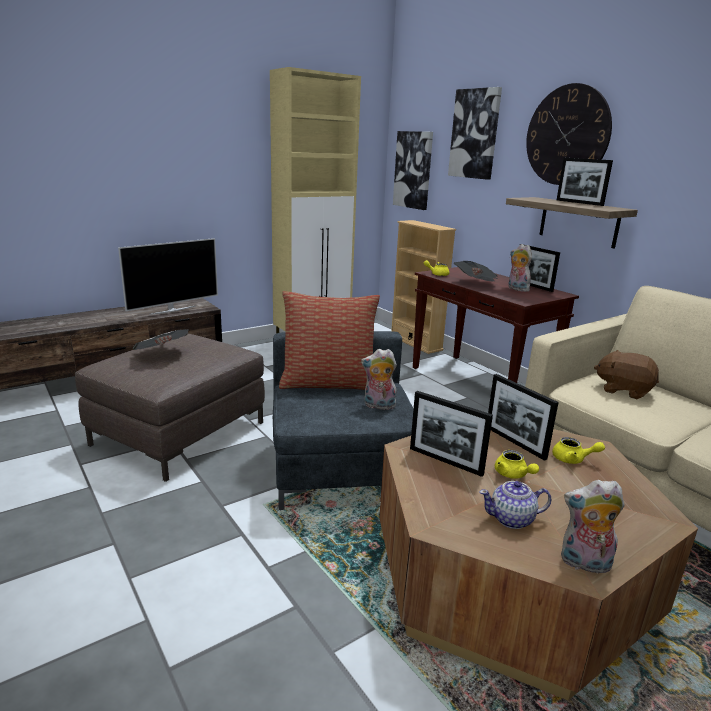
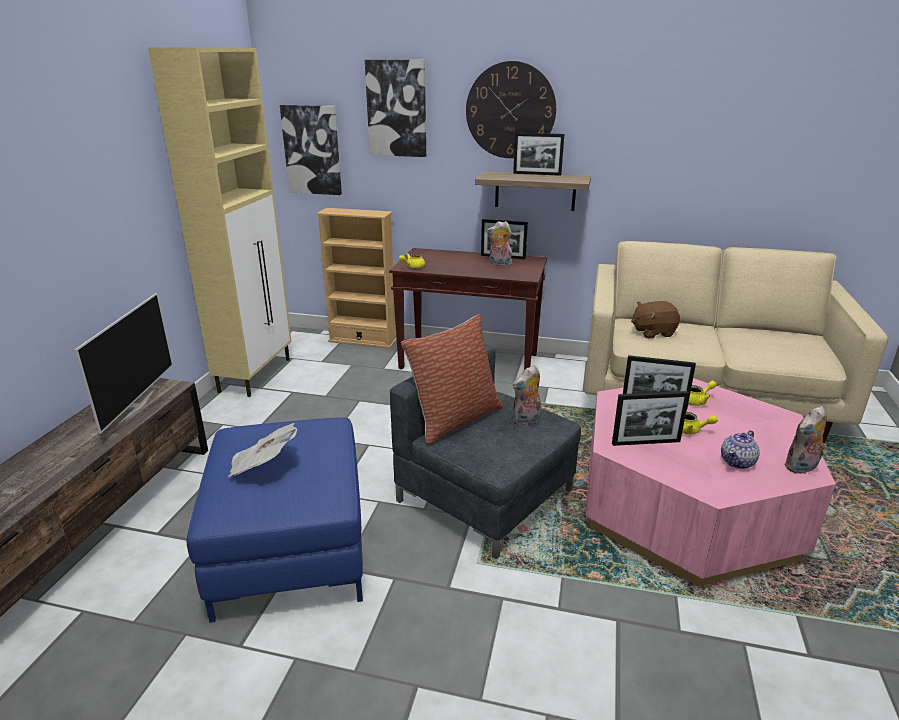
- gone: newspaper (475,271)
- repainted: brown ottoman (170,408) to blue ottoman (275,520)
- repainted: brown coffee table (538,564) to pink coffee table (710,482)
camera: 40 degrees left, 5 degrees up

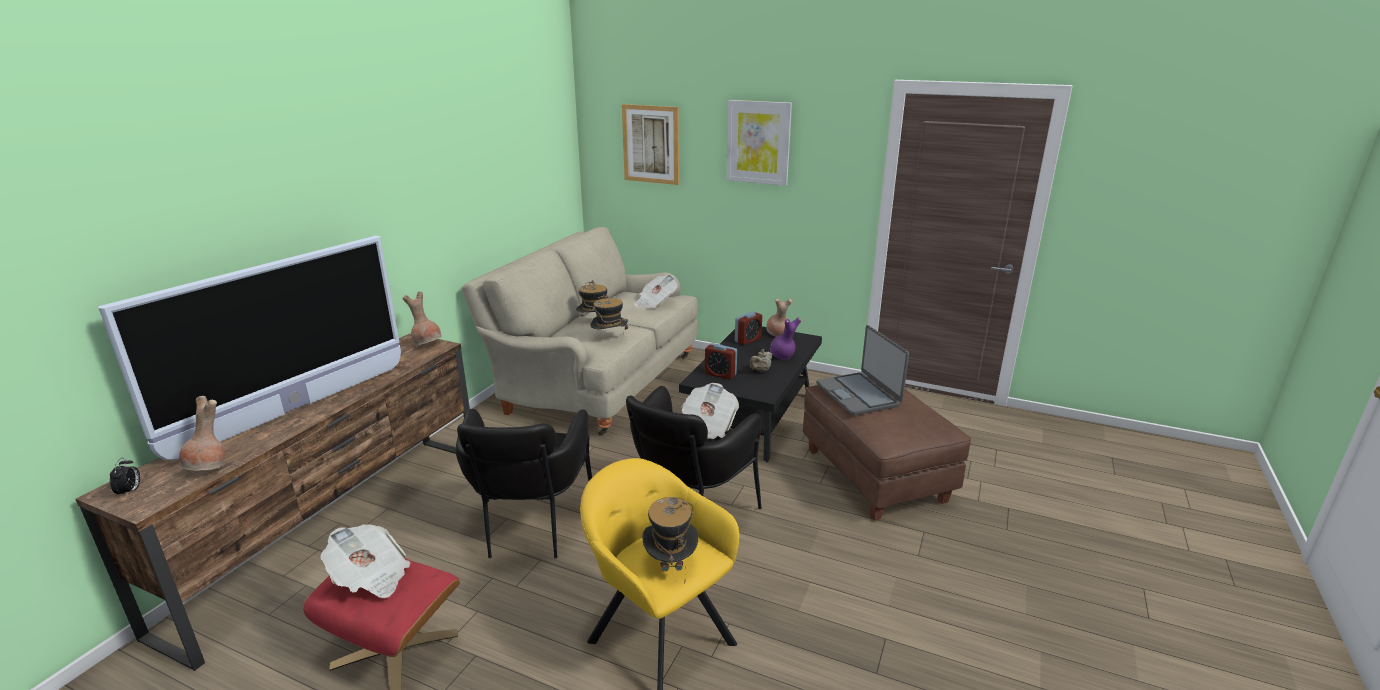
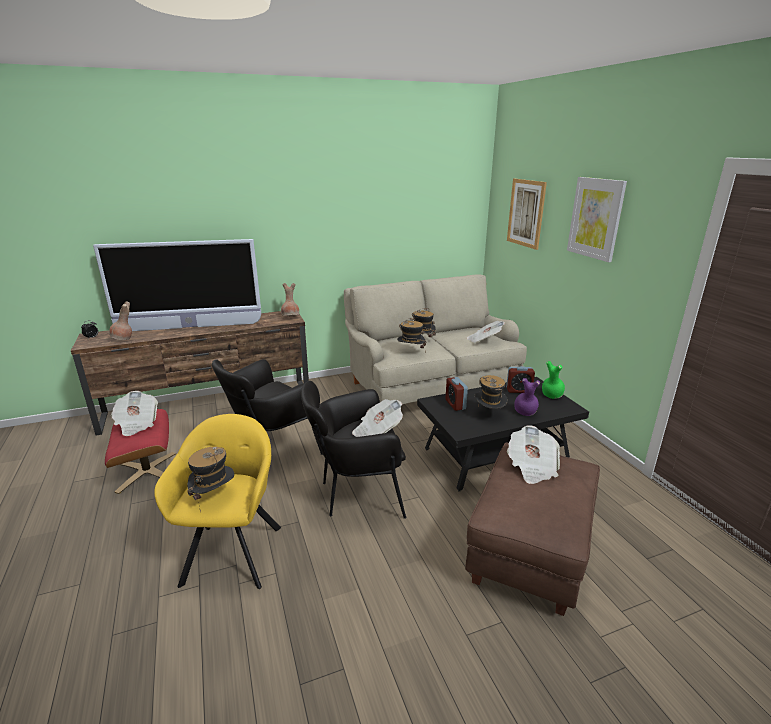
- swapped: beige teapot (761,360) to hat (491,392)
- swapped: laptop (862,370) to newspaper (533,454)
- repainted: brown vase (779,317) to green vase (553,380)
camera: 45 degrees right, 0 degrees up

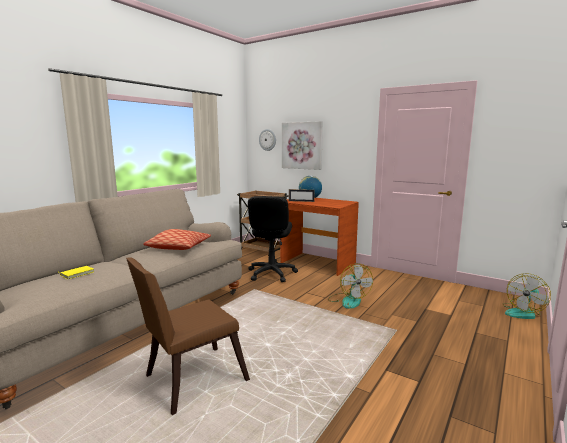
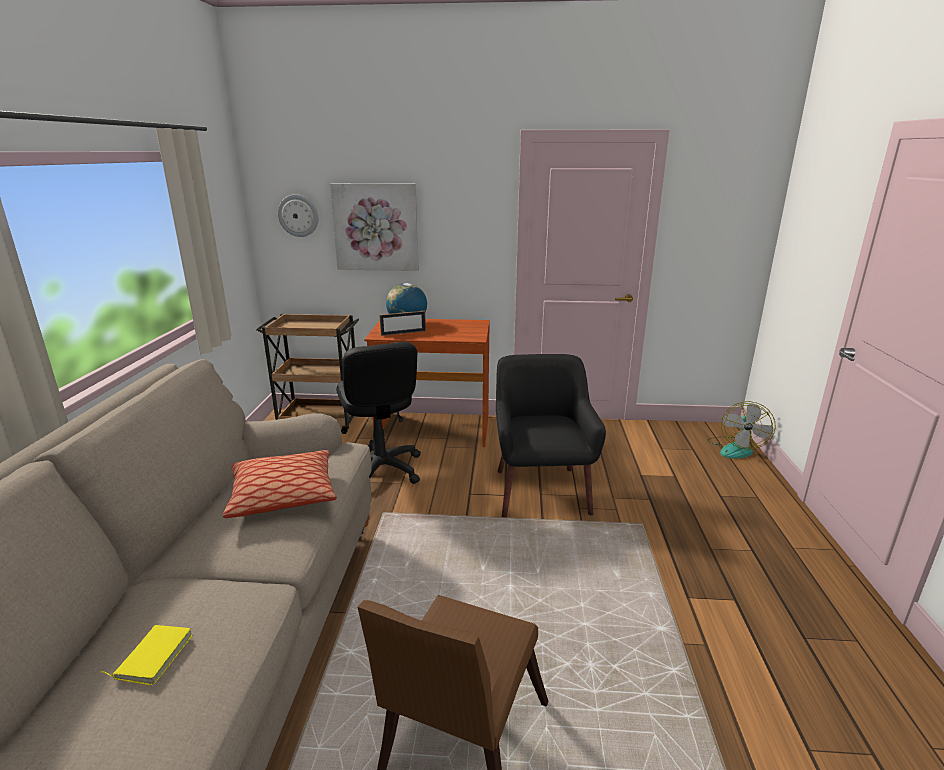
- swapped: fan (350,286) to black armchair (551,435)
camera: 30 degrees left, 10 degrees up

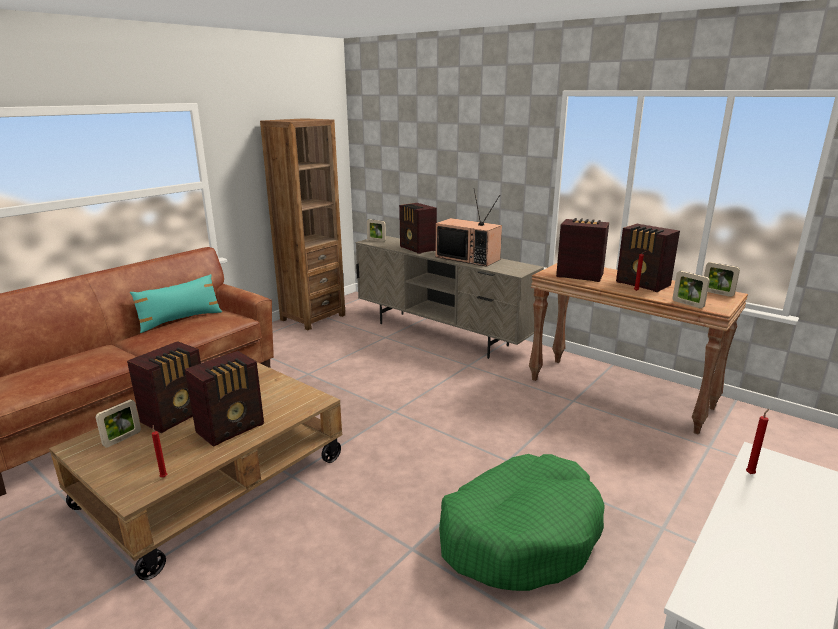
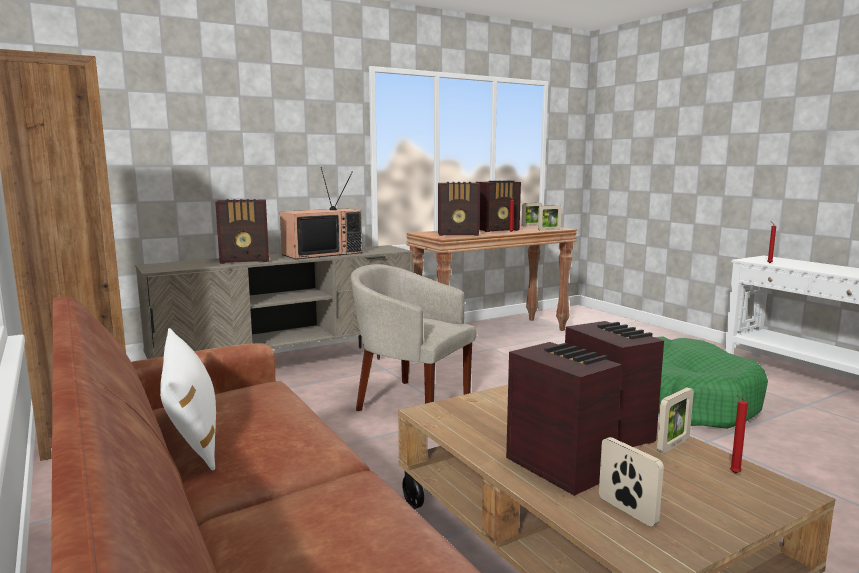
- new: beige armchair (414,337)
- shifted: picture frame (376,230) to (675,420)
- repainted: turquoise pillow (176,303) to white pillow (188,399)
- rotated: radio (582,250) = (459,209) 135 degrees counterclockwise
camera: 70 degrees left, 10 degrees down

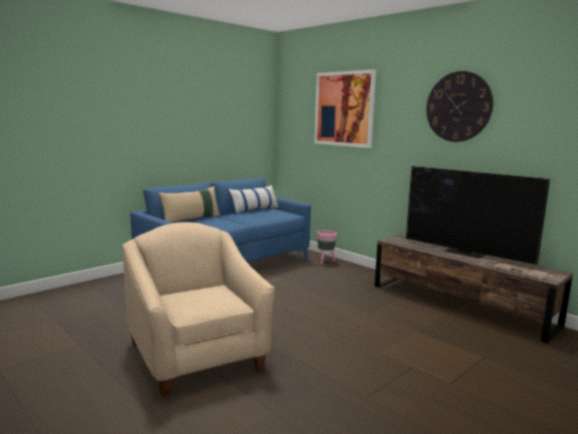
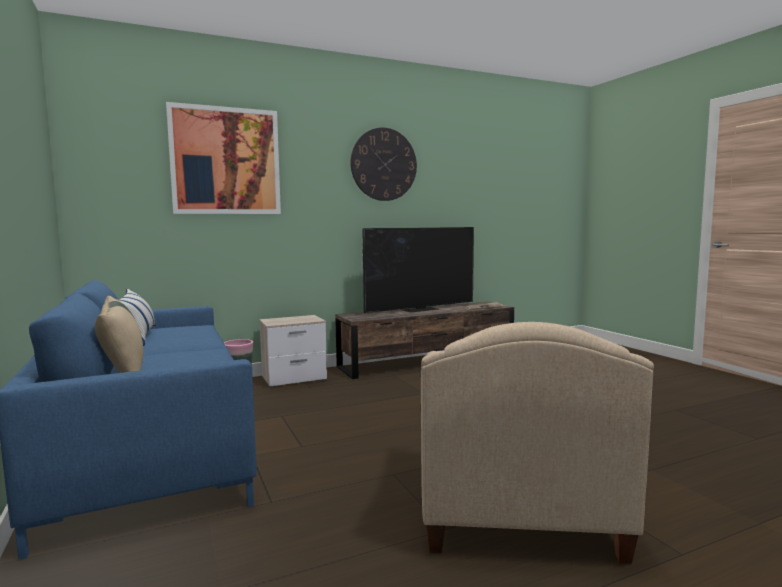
- new: nightstand (293,351)
- rotated: beige armchair (198,309) = (537,442) 75 degrees counterclockwise
camera: 70 degrees left, 5 degrees down

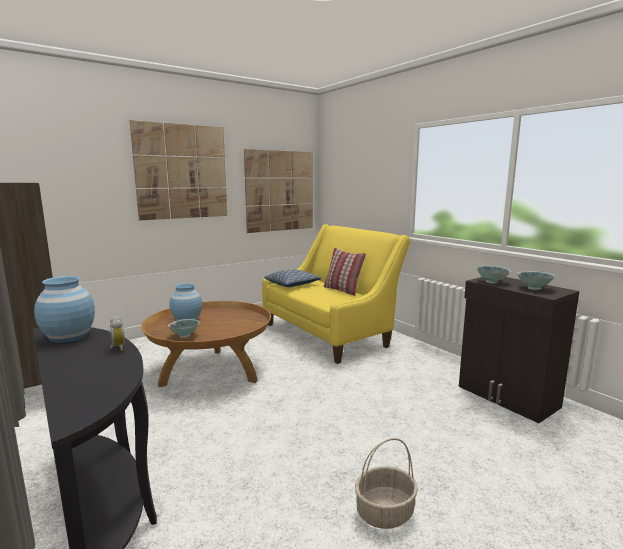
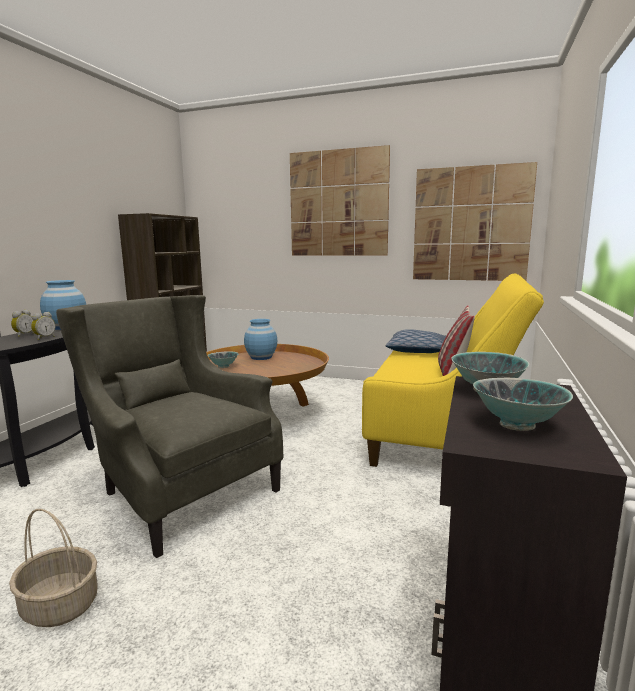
- new: alarm clock (22,323)
- new: grey armchair (169,426)
camera: 55 degrees right, 0 degrees up

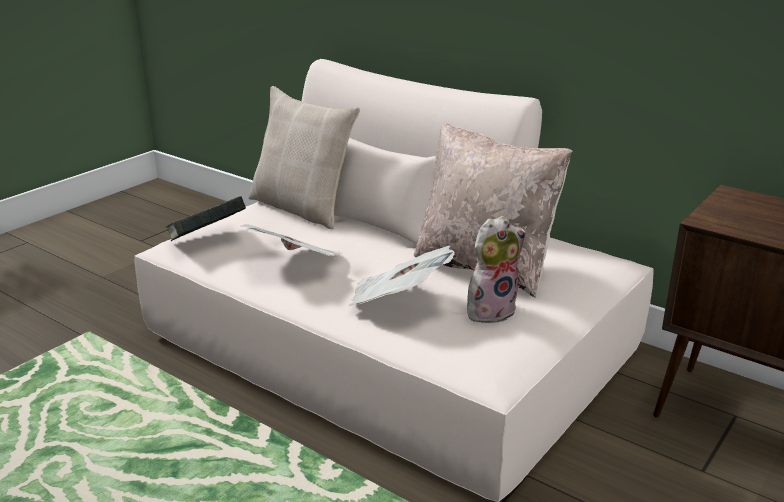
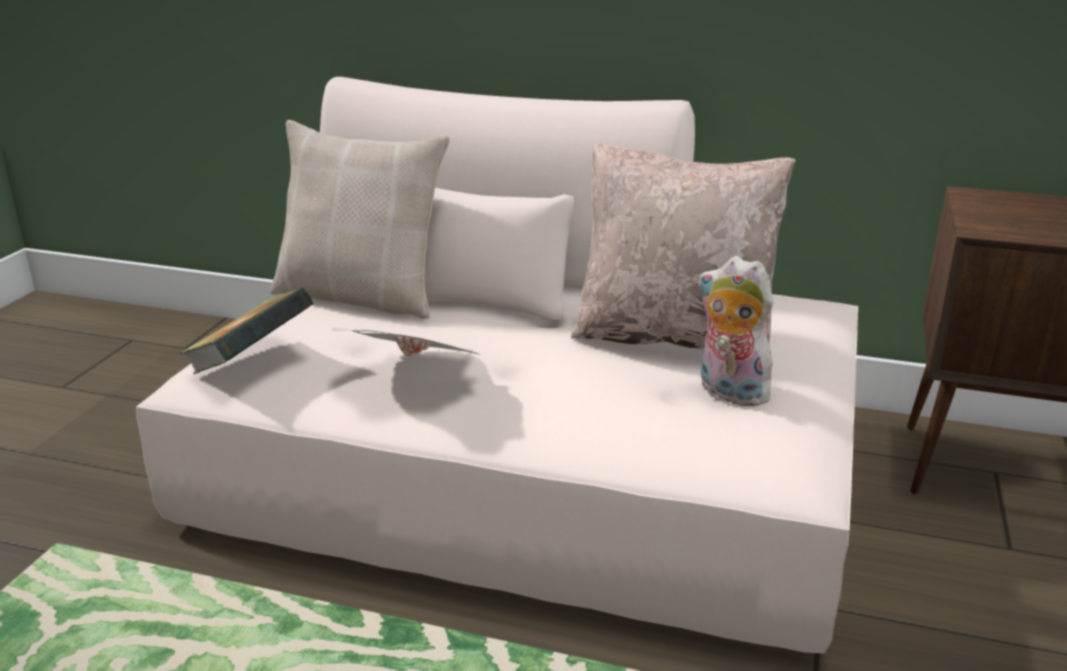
- gone: newspaper (402,276)
- rotated: plush toy (496,269) = (736,331) 90 degrees counterclockwise
camera: 20 degrees left, 0 degrees up

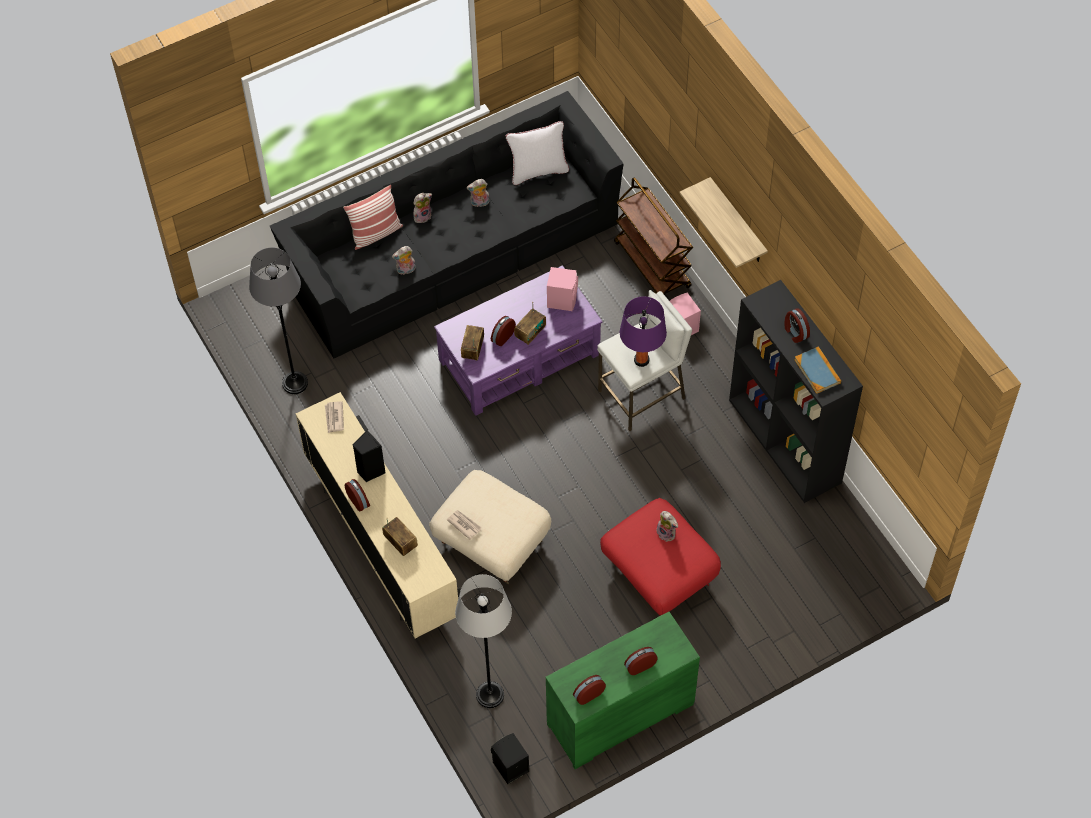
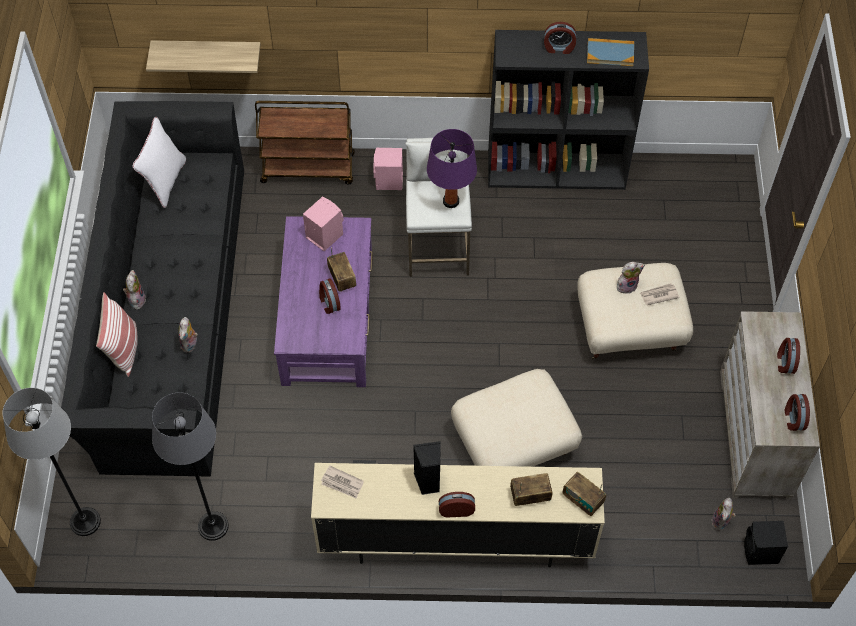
- shifted: newspaper (464,525) to (659,294)
- shifted: grey floor lamp (483,641) to (51,462)
- shifted: radio (472,342) to (584,494)
- shifted: plush toy (478,193) to (724,514)
- shifted: shelf (723,222) to (203,56)
- repainted: green dresser (622,690) to beige dresser (770,405)
- repainted: red ottoman (660,557) to beige ottoman (635,311)
camera: 60 degrees left, 0 degrees up

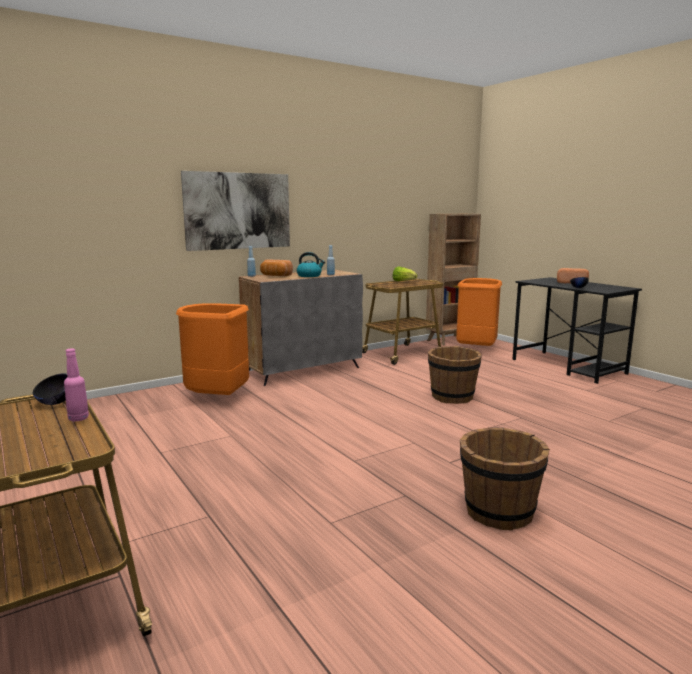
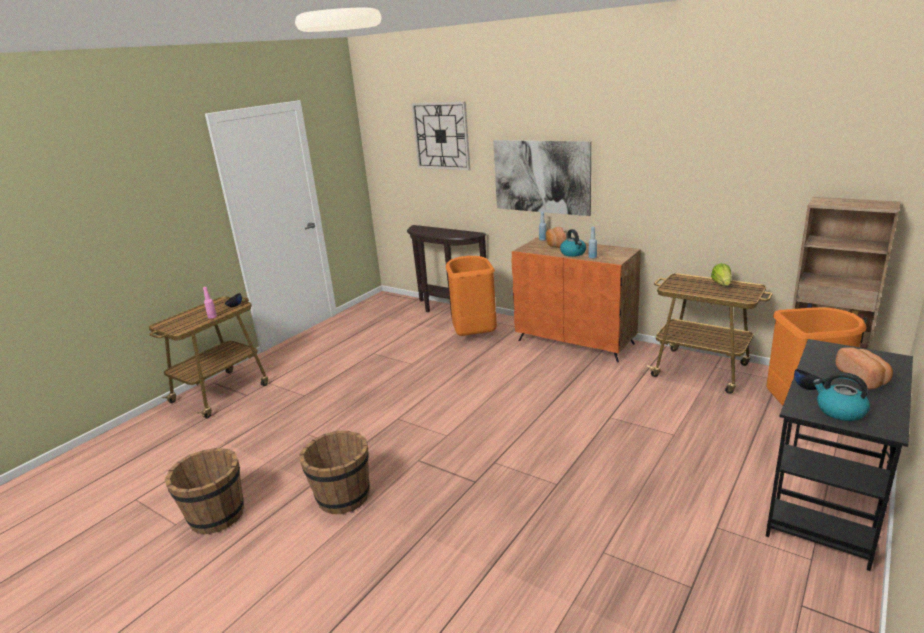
- new: brown console table (446,271)
- new: wall clock (440,136)
- new: kettle (841,396)
- shifted: brown bucket (455,375) to (204,491)
- repainted: grey cabinet (301,328) to orange cabinet (576,300)
camera: 70 degrees right, 10 degrees up

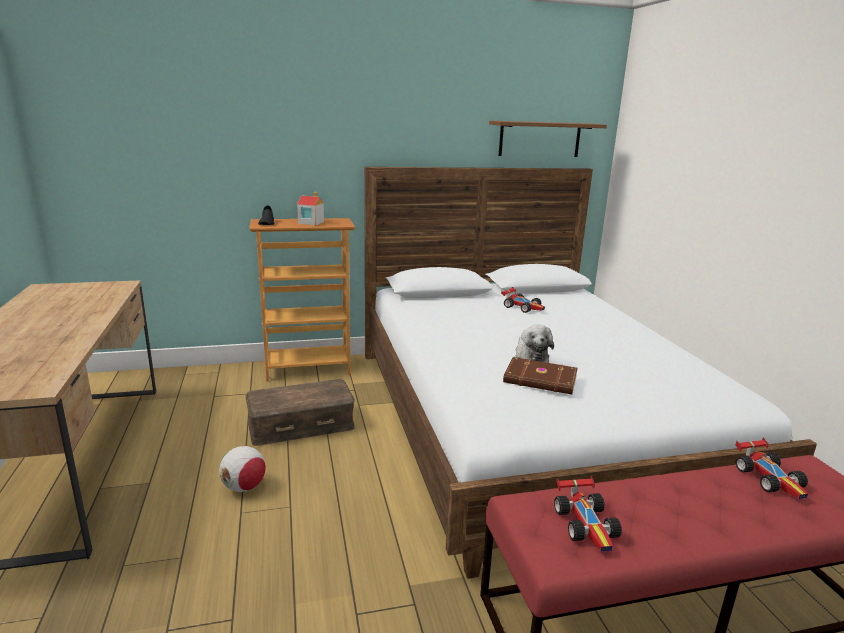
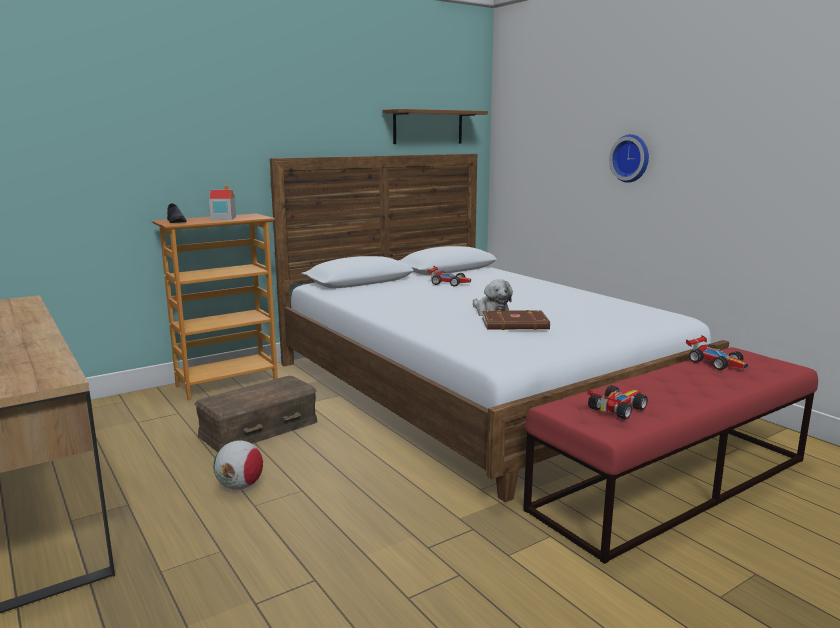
- new: wall clock (629,158)
- rotated: toy car (588,514) = (617,402) 105 degrees counterclockwise
camera: 20 degrees left, 5 degrees down

